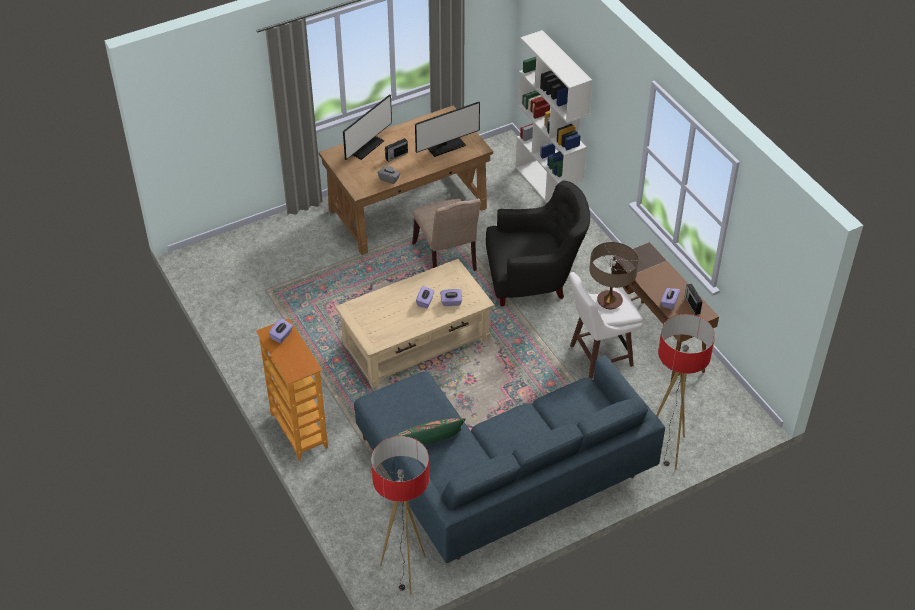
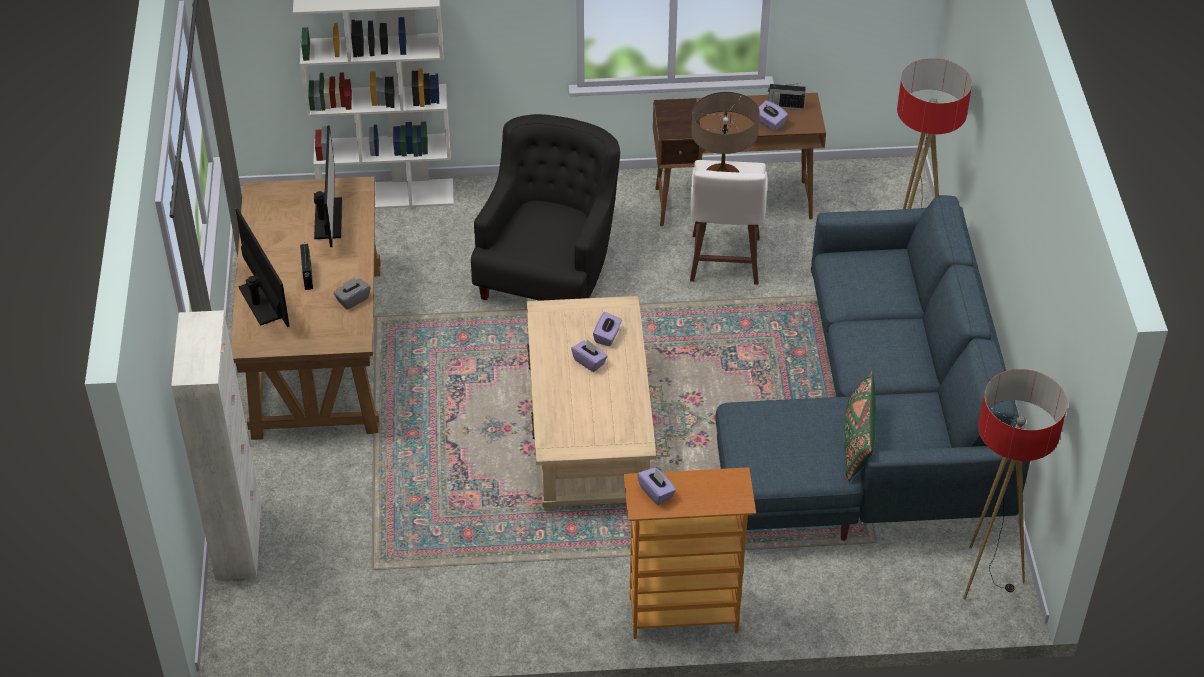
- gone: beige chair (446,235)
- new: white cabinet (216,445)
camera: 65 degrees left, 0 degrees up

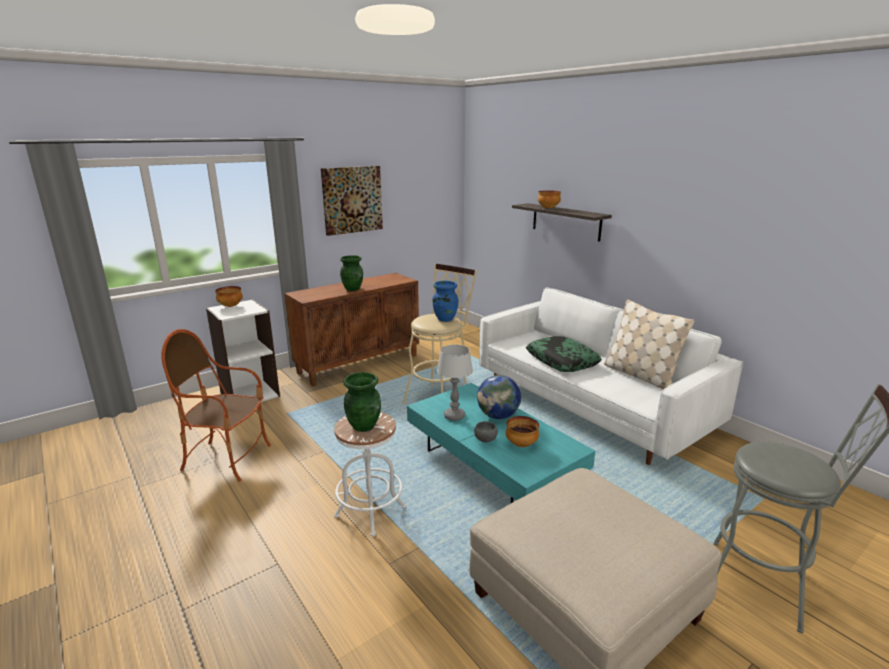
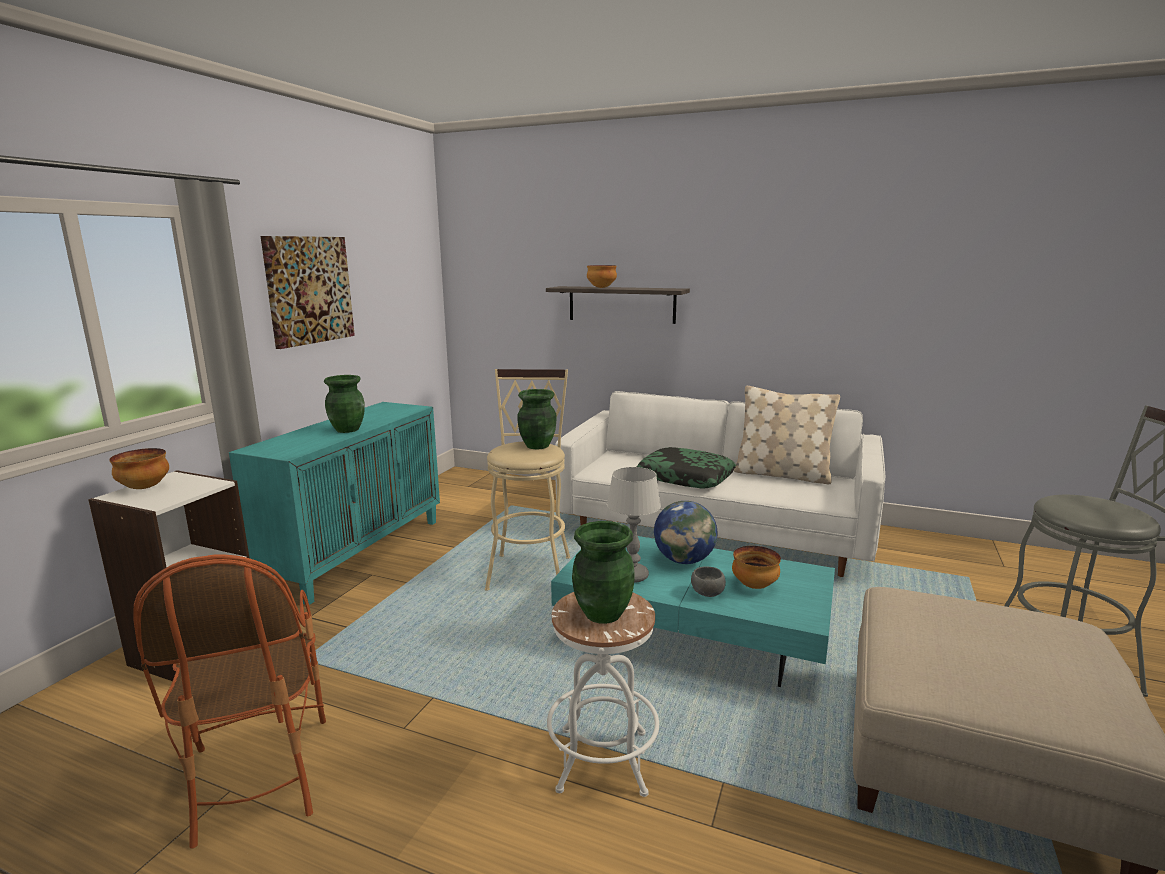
- repainted: brown cabinet (351,329) to turquoise cabinet (334,503)
- repainted: blue vase (445,301) to green vase (536,419)
- rotated: armchair (216,405) = (229,701) 90 degrees counterclockwise
camera: 30 degrees left, 5 degrees down

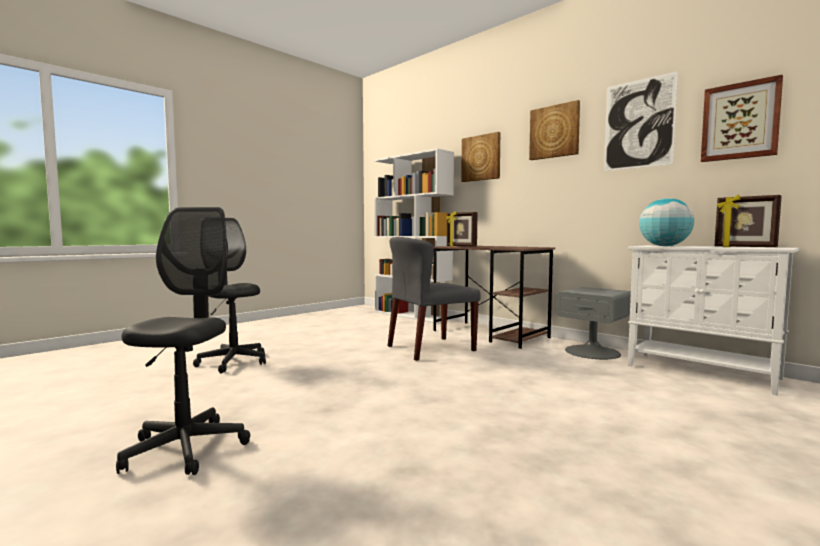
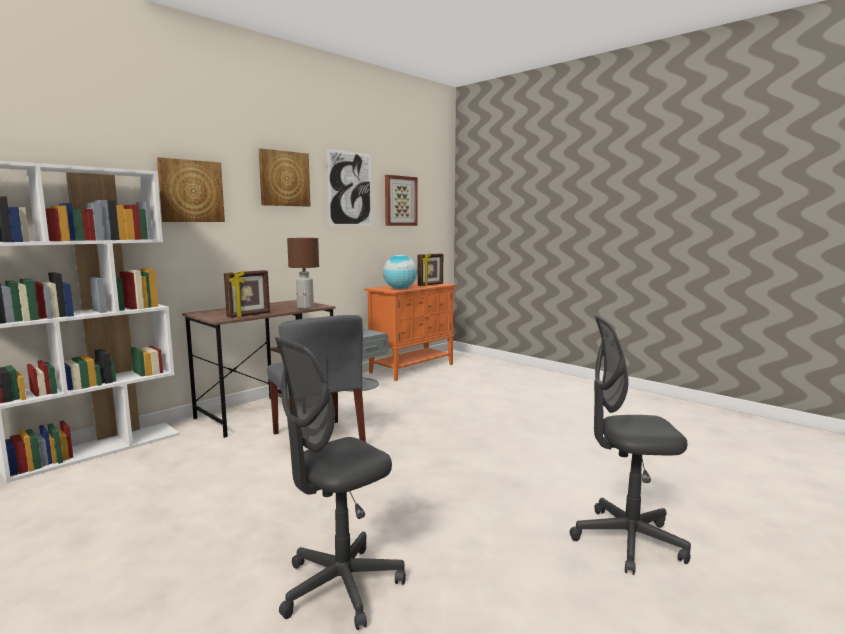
- new: brown table lamp (303,273)
- repainted: white cabinet (713,320) to orange cabinet (410,331)
camera: 90 degrees left, 5 degrees up

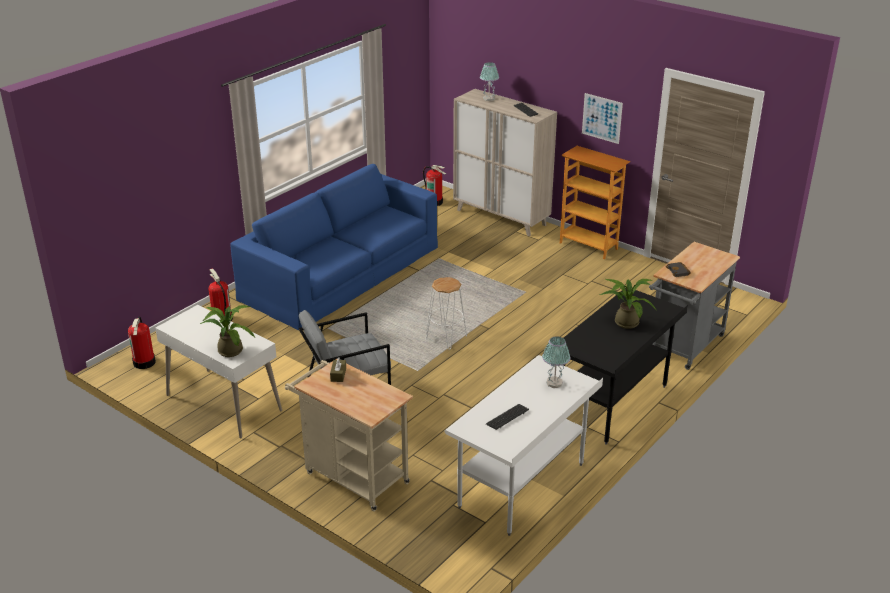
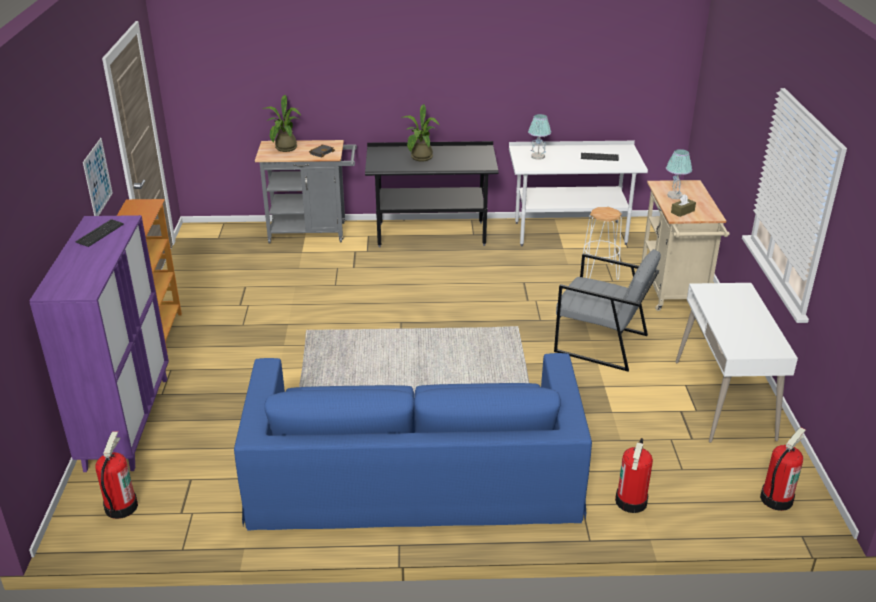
- shifted: potted plant (227,331) to (281,123)
- shifted: white stool (446,313) to (601,243)
- shifted: table lamp (489,81) to (679,174)
- repainted: beige cabinet (505,163) to purple cabinet (99,343)
camera: 130 degrees left, 0 degrees up

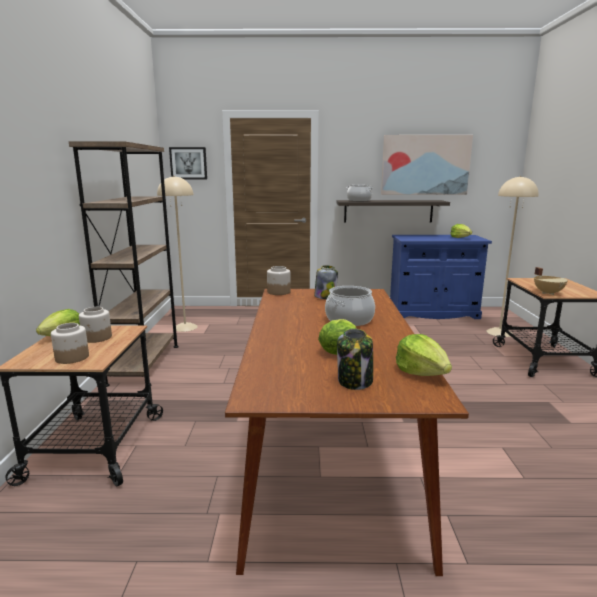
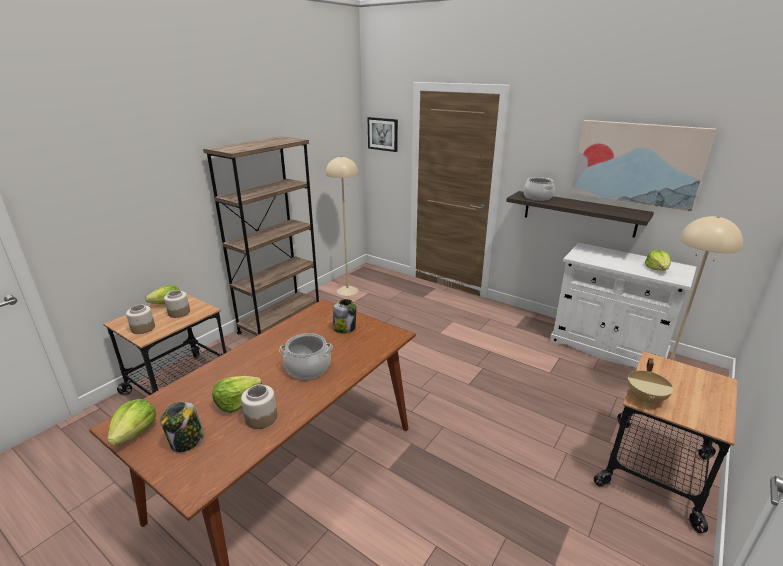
- shifted: jar (279,280) to (259,407)
- shifted: lettuce (424,355) to (131,422)
- repainted: blue cabinet (441,277) to white cabinet (623,305)
camera: 35 degrees right, 10 degrees up

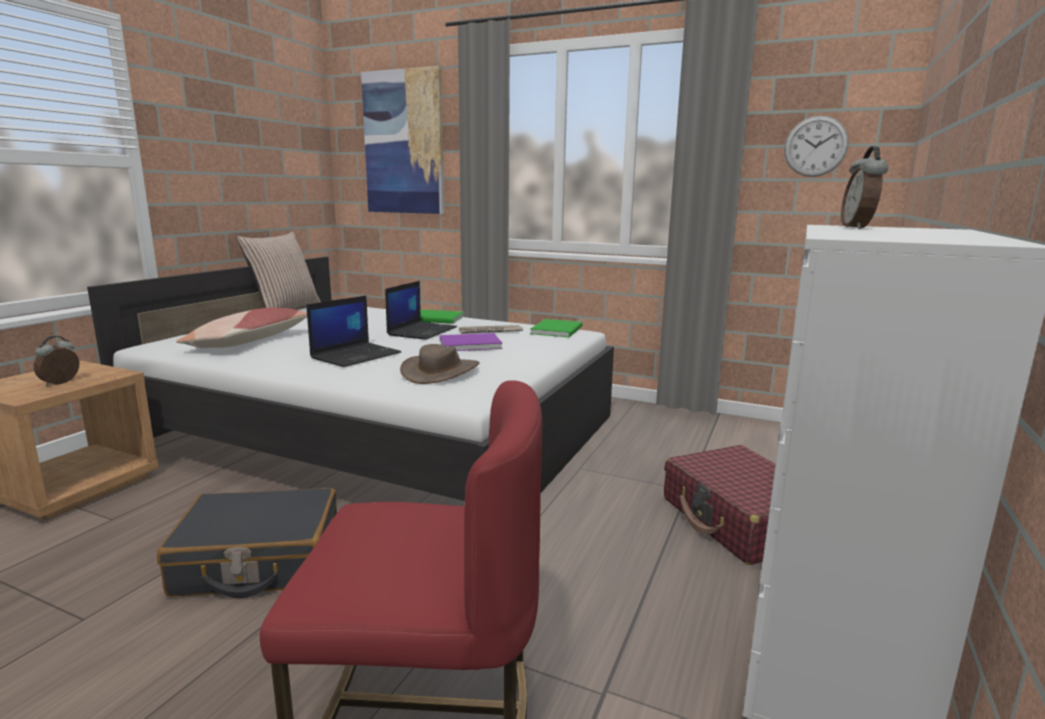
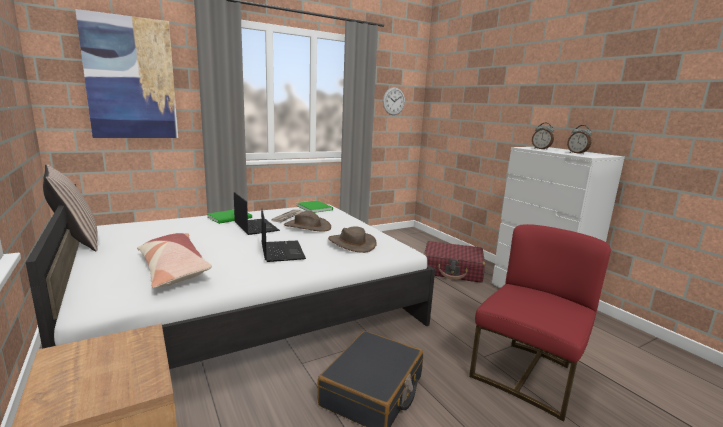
- shifted: alarm clock (56,361) to (579,139)
- swapped: purple book (471,342) to brown hat (307,221)
camera: 55 degrees left, 0 degrees up

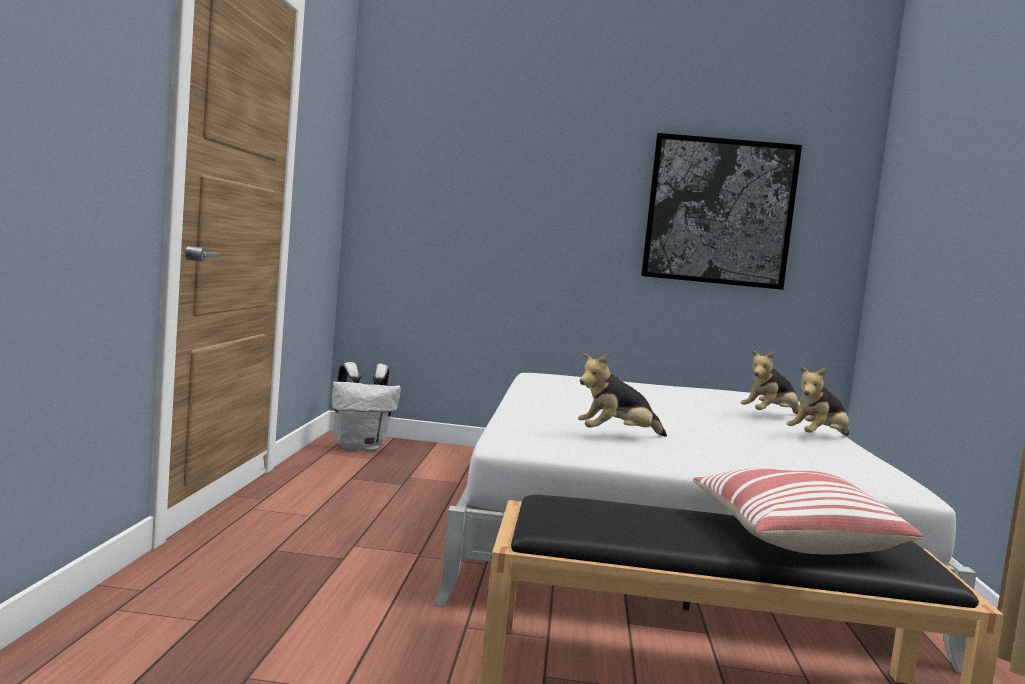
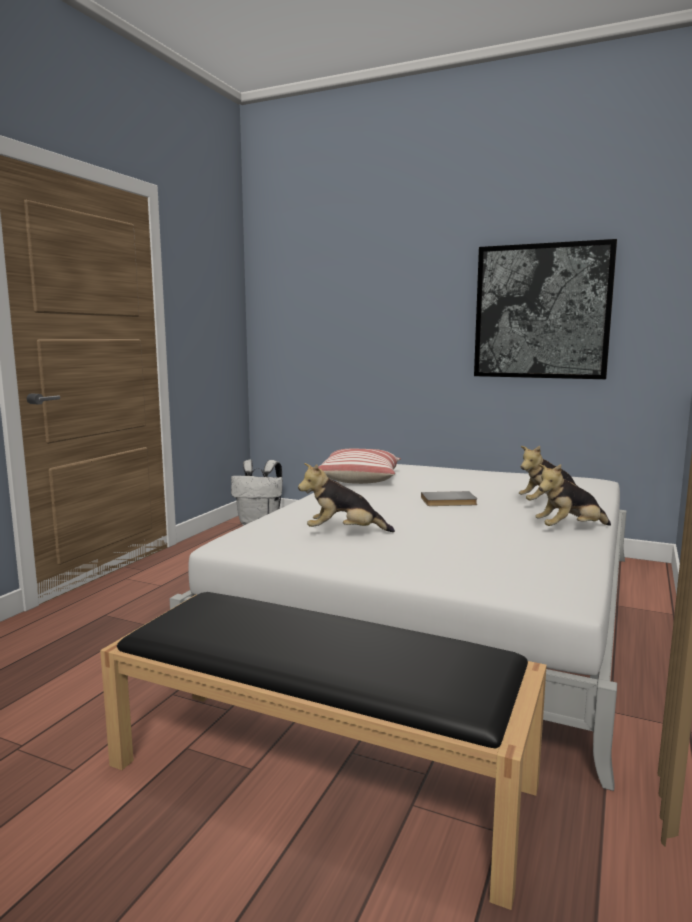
- new: grey book (449,498)
- shifted: pillow (808,511) to (359,466)
camera: 20 degrees right, 5 degrees up

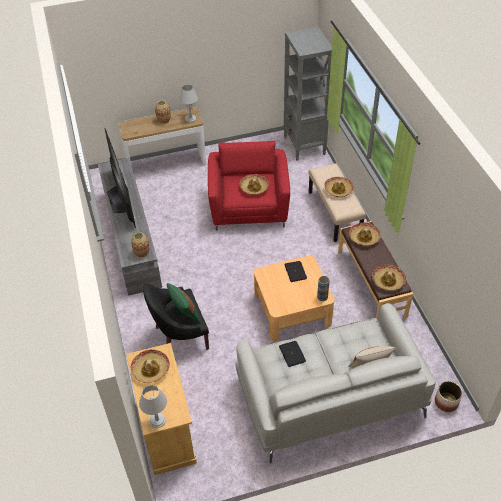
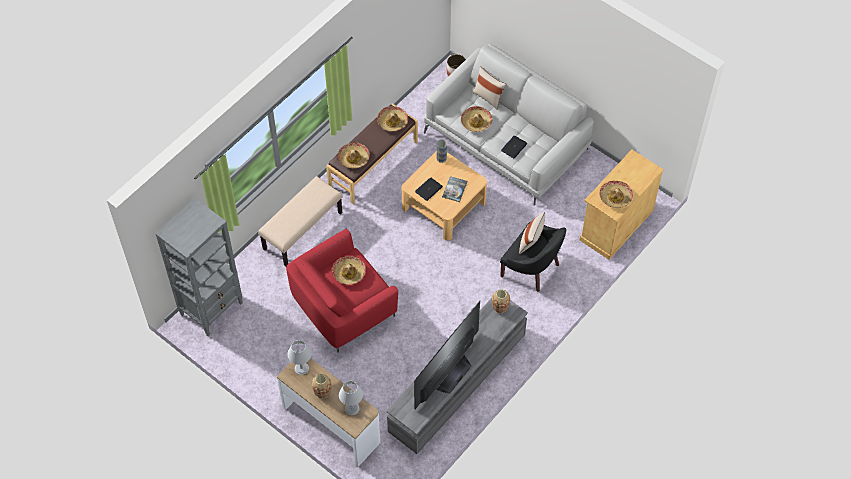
- new: book (455,189)
- shifted: grey table lamp (153,406) to (351,398)
- shifted: hat (339,187) to (476,119)
- repainted: green pillow (183,303) to beige pillow (532,233)
camera: 125 degrees left, 10 degrees up

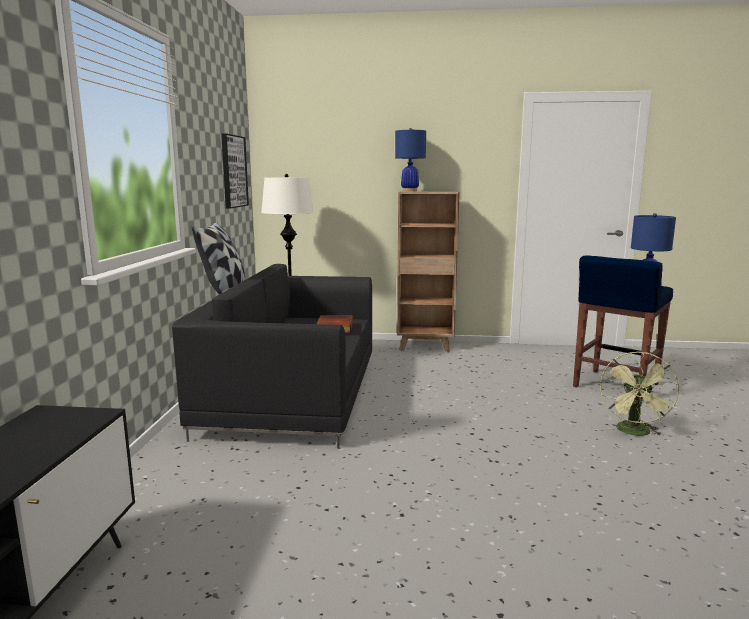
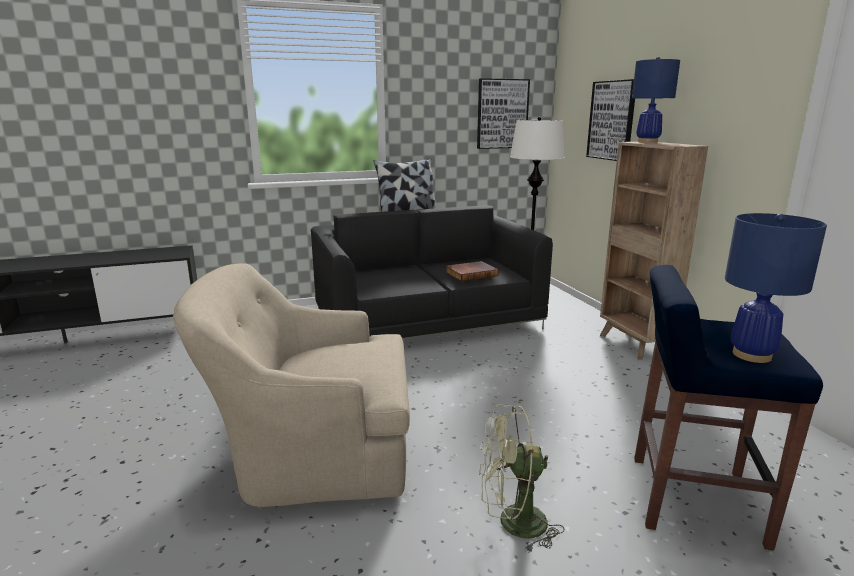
- new: beige armchair (291,385)
- new: picture (610,120)
camera: 65 degrees right, 5 degrees up

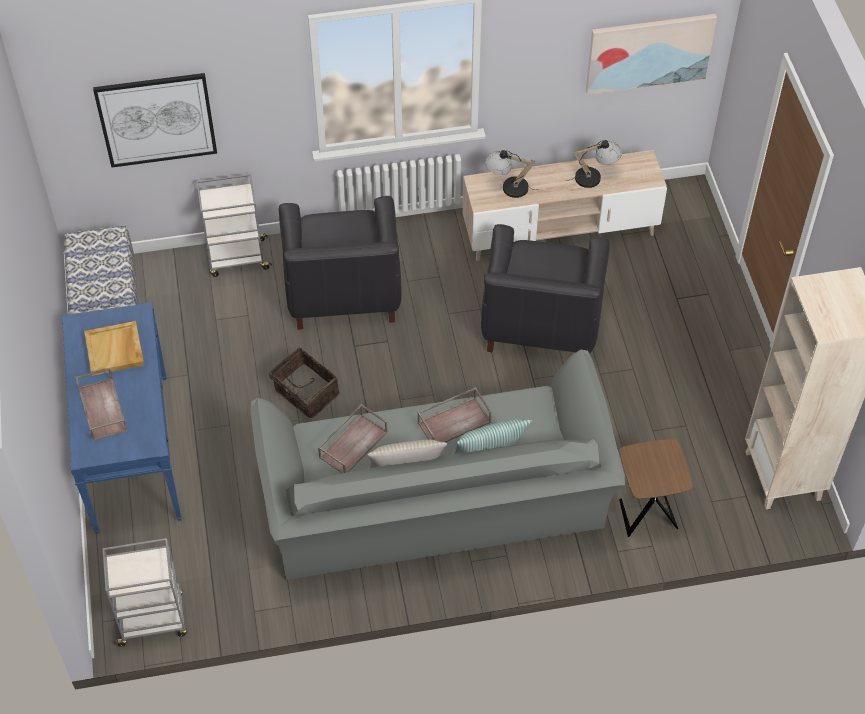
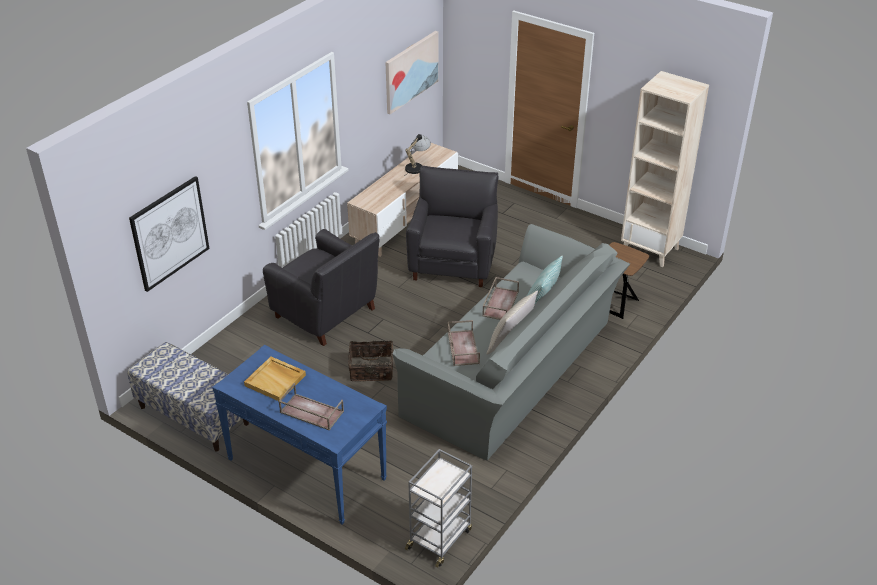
- gone: grey cart (234,225)
- gone: table lamp (511,174)
- rotated: black armchair (545,288) = (452,226) 135 degrees counterclockwise
camera: 45 degrees left, 15 degrees down

